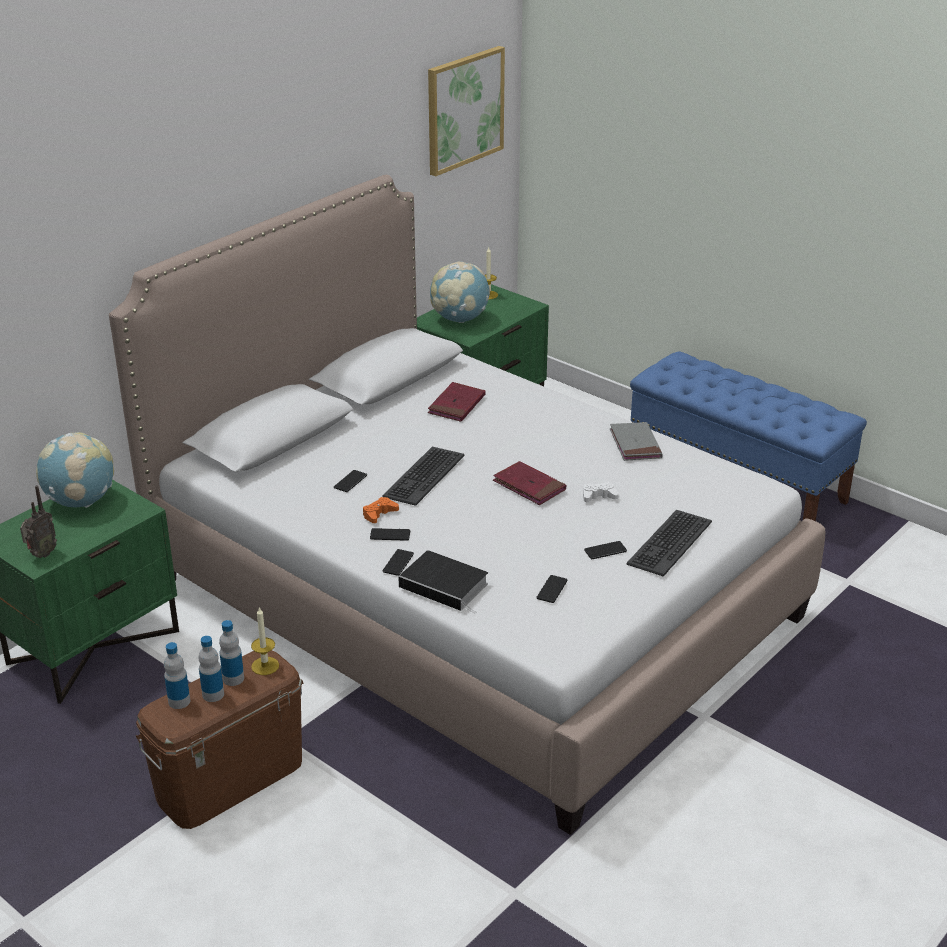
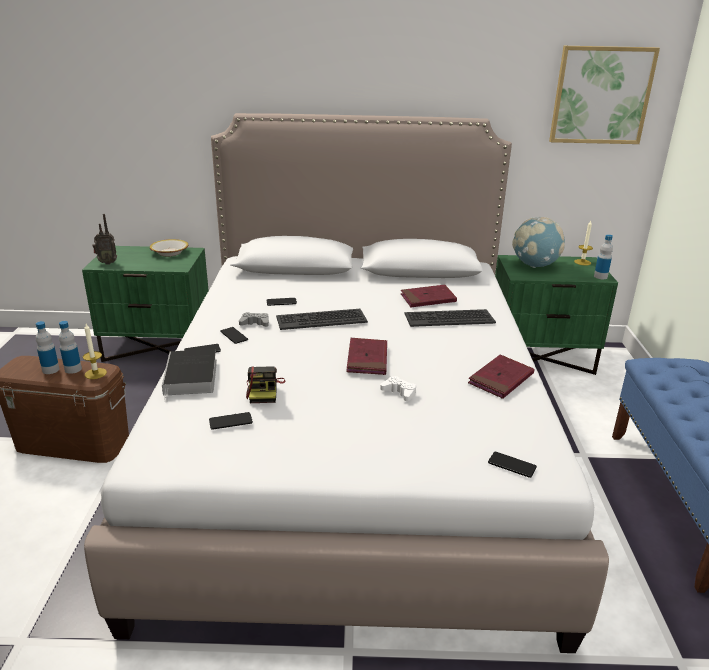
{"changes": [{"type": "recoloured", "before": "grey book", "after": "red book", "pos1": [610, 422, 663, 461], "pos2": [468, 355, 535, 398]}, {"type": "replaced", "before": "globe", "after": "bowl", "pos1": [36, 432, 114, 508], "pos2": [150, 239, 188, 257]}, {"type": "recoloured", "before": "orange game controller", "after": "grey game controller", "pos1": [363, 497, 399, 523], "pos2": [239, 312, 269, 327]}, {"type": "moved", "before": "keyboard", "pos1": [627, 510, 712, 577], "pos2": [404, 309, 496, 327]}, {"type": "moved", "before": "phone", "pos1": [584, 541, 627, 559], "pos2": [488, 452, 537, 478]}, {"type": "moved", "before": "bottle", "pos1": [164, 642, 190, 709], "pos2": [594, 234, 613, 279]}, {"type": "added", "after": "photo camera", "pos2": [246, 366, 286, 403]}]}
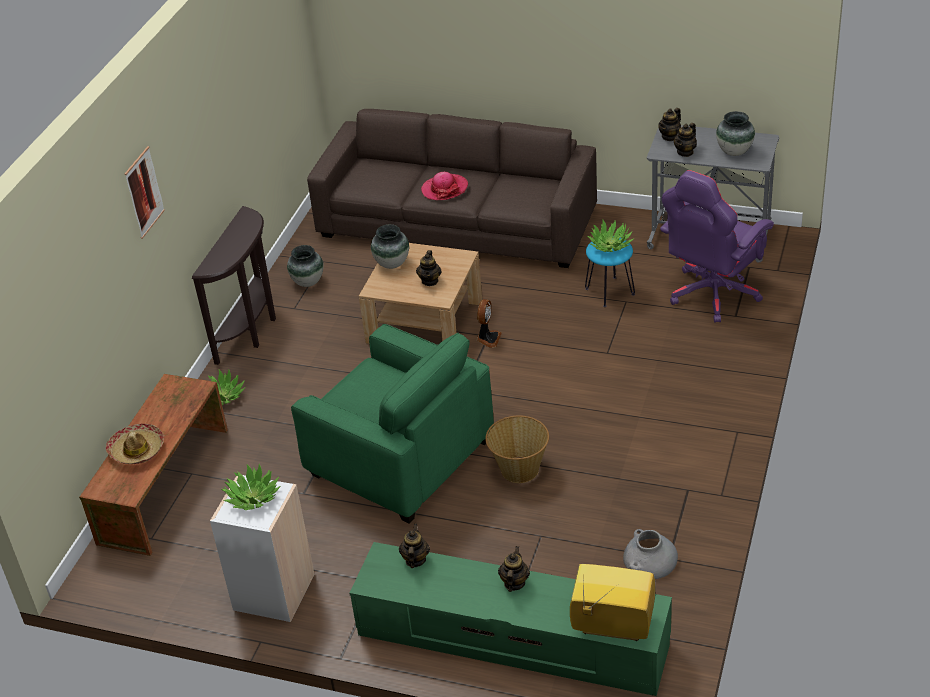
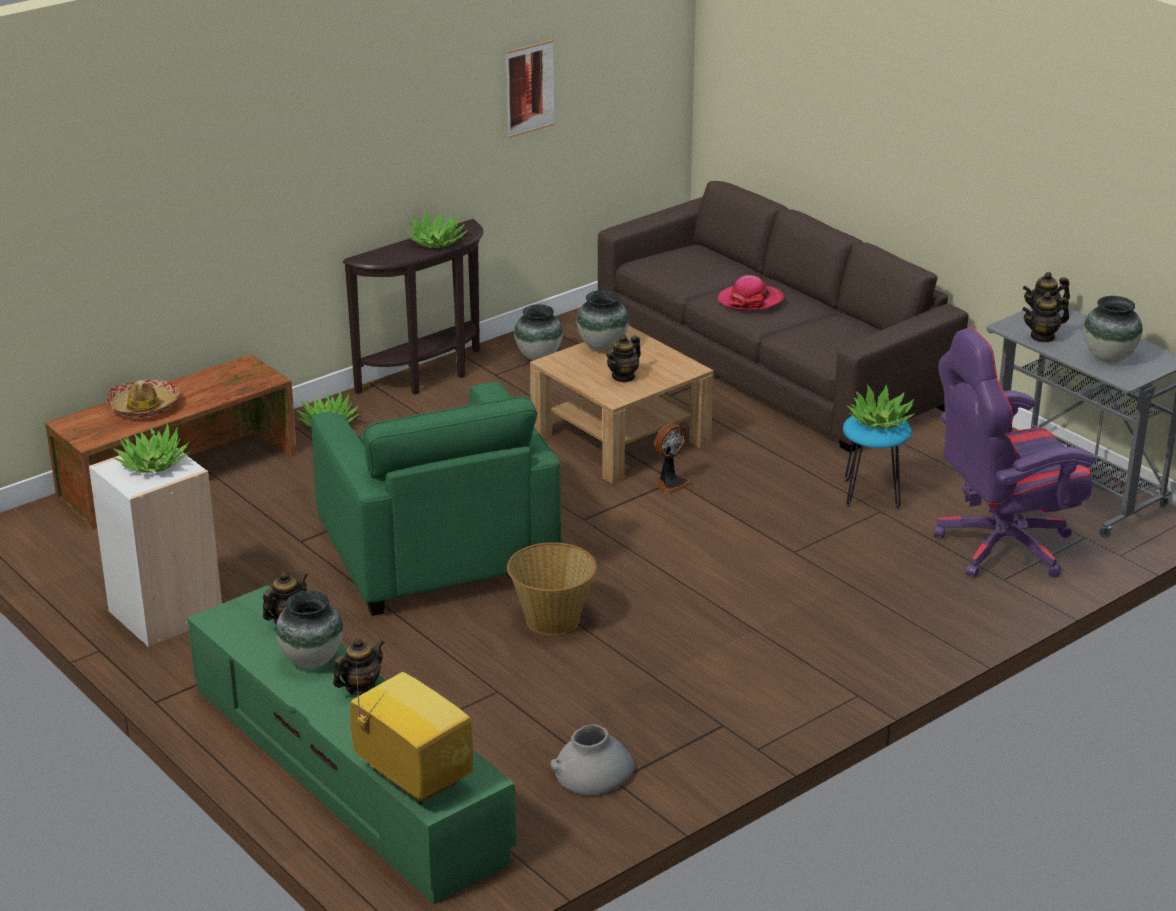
{"changes": [{"type": "moved", "before": "picture", "pos1": [125, 146, 165, 239], "pos2": [506, 40, 554, 138]}, {"type": "added", "after": "potted plant", "pos2": [405, 210, 468, 248]}, {"type": "added", "after": "vase", "pos2": [276, 590, 343, 668]}]}
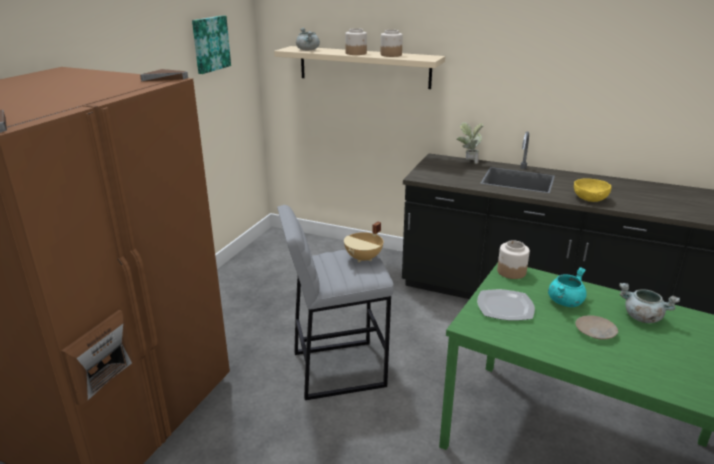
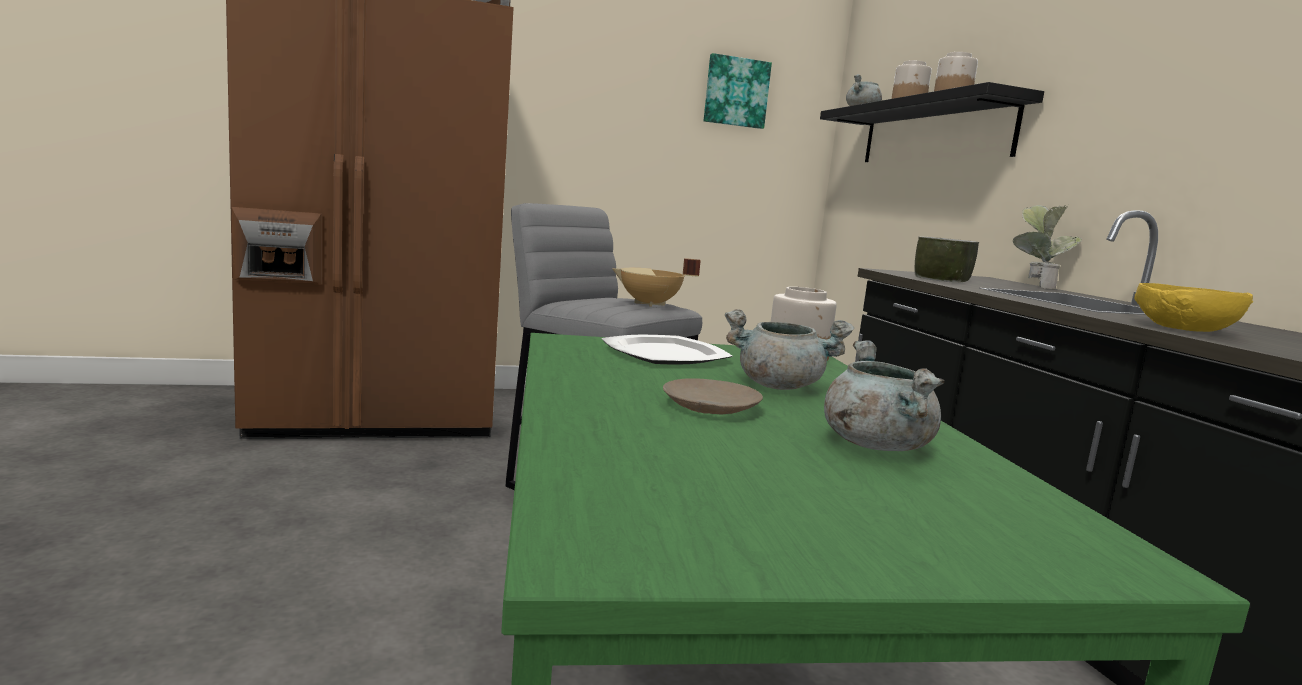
{"changes": [{"type": "recoloured", "before": "beige shelf", "after": "black shelf", "pos1": [274, 46, 445, 89], "pos2": [820, 82, 1044, 162]}, {"type": "recoloured", "before": "turquoise cooking pot", "after": "grey cooking pot", "pos1": [548, 267, 586, 307], "pos2": [725, 309, 854, 390]}, {"type": "added", "after": "bowl", "pos2": [915, 236, 979, 283]}]}
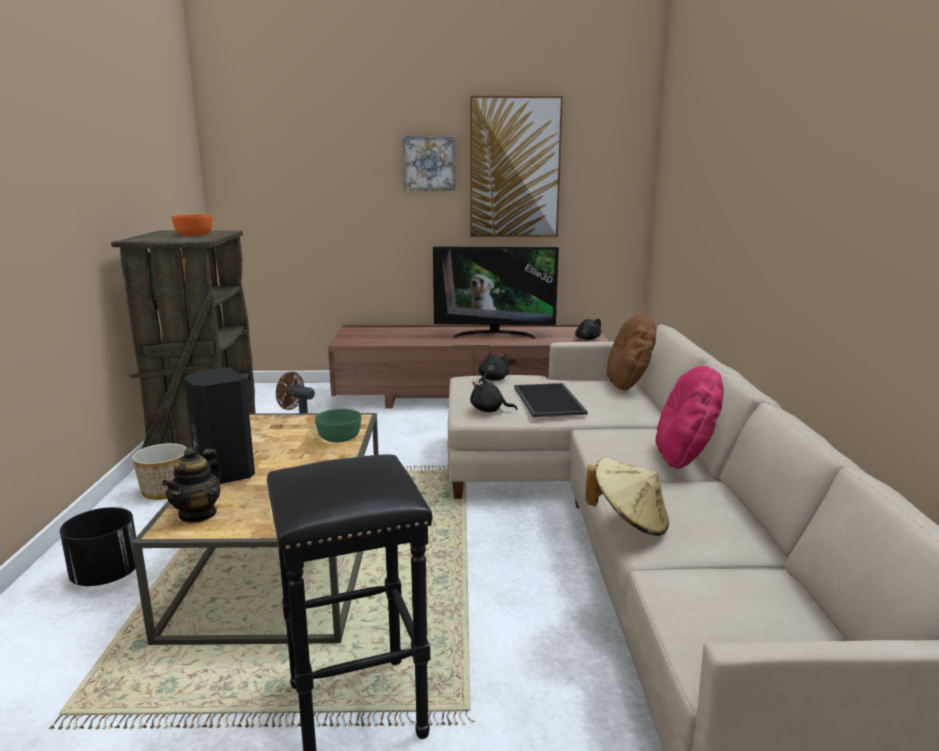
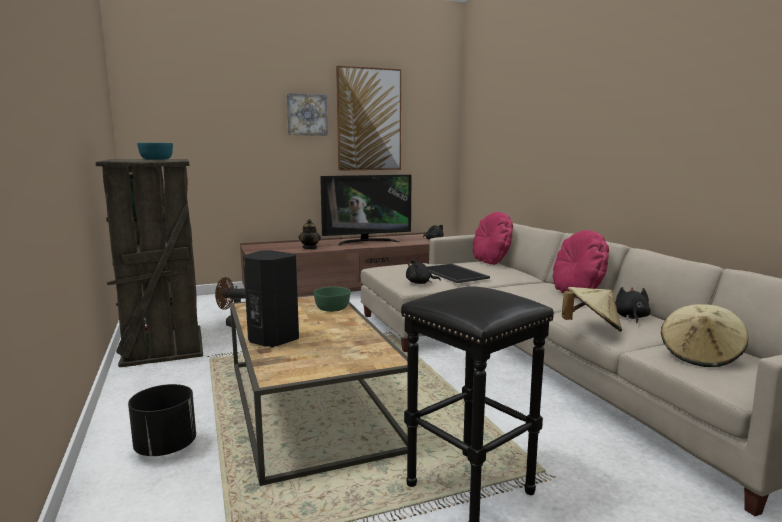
{"changes": [{"type": "recoloured", "before": "orange bowl", "after": "turquoise bowl", "pos1": [171, 214, 212, 236], "pos2": [137, 143, 173, 160]}, {"type": "recoloured", "before": "brown pillow", "after": "pink pillow", "pos1": [606, 314, 656, 391], "pos2": [473, 212, 513, 265]}, {"type": "moved", "before": "black plush toy", "pos1": [478, 351, 509, 384], "pos2": [615, 287, 651, 323]}, {"type": "removed", "before": "planter", "pos1": [132, 443, 187, 500]}, {"type": "moved", "before": "teapot", "pos1": [162, 447, 222, 523], "pos2": [299, 219, 321, 249]}, {"type": "added", "after": "beige hat", "pos2": [661, 304, 748, 367]}]}
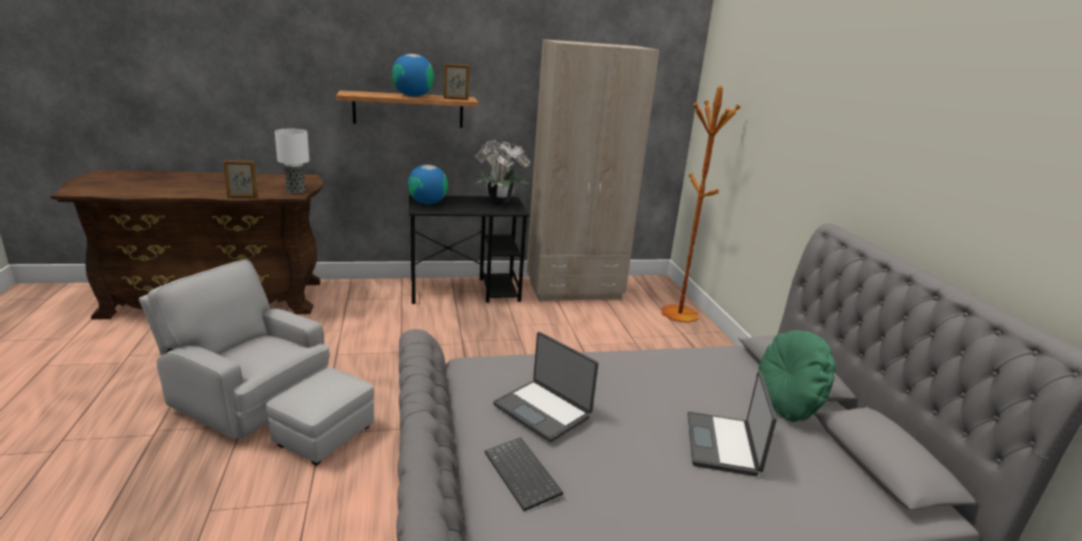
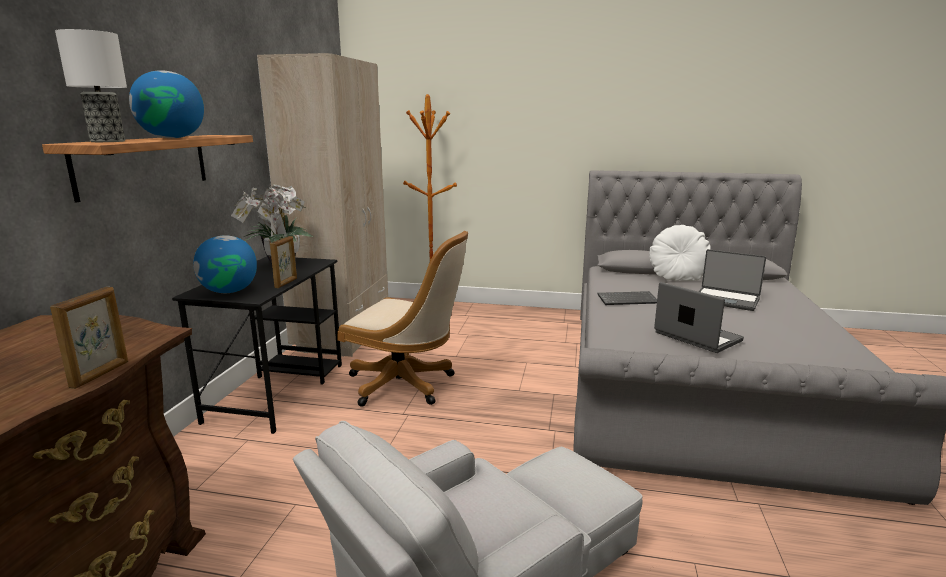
{"changes": [{"type": "moved", "before": "picture frame", "pos1": [444, 63, 470, 100], "pos2": [270, 236, 297, 288]}, {"type": "moved", "before": "table lamp", "pos1": [275, 129, 309, 193], "pos2": [55, 29, 127, 142]}, {"type": "recoloured", "before": "green pillow", "after": "white pillow", "pos1": [756, 330, 836, 422], "pos2": [649, 225, 711, 281]}, {"type": "turned", "before": "laptop", "pos1": [493, 332, 599, 442], "pos2": [654, 282, 744, 353], "turn": -105}, {"type": "moved", "before": "keyboard", "pos1": [485, 437, 563, 511], "pos2": [597, 291, 657, 305]}, {"type": "added", "after": "office chair", "pos2": [337, 231, 468, 407]}]}
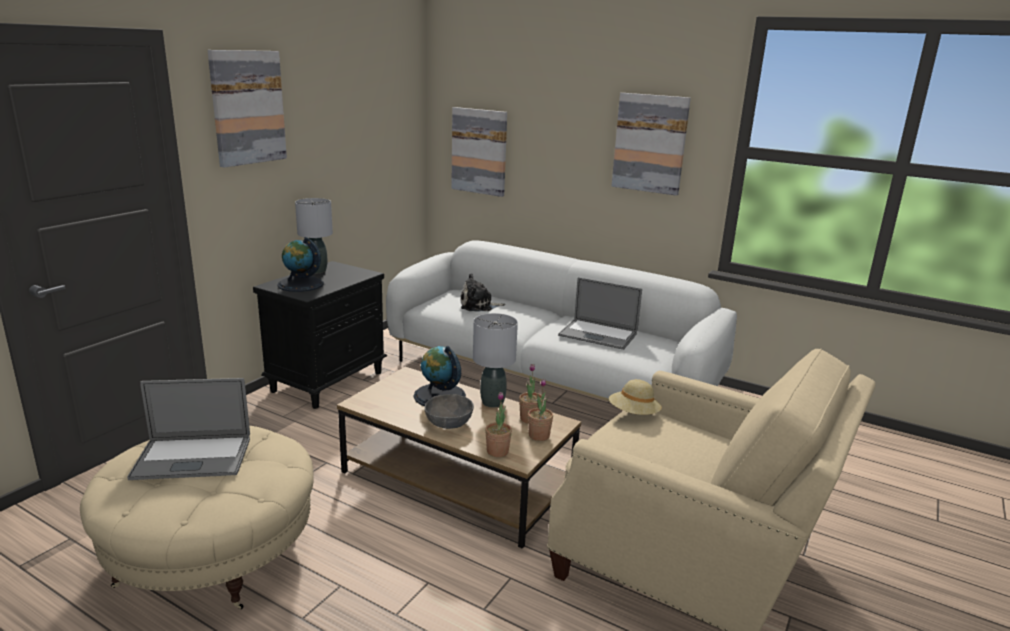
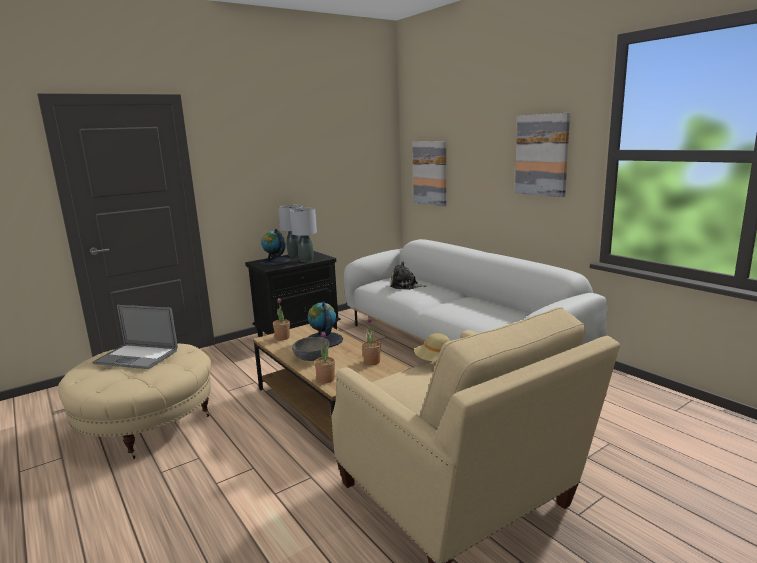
{"changes": [{"type": "removed", "before": "picture", "pos1": [208, 50, 287, 168]}, {"type": "removed", "before": "laptop", "pos1": [558, 277, 642, 350]}, {"type": "moved", "before": "grey table lamp", "pos1": [473, 313, 518, 408], "pos2": [290, 208, 317, 262]}, {"type": "moved", "before": "potted plant", "pos1": [528, 379, 553, 441], "pos2": [273, 298, 290, 340]}]}
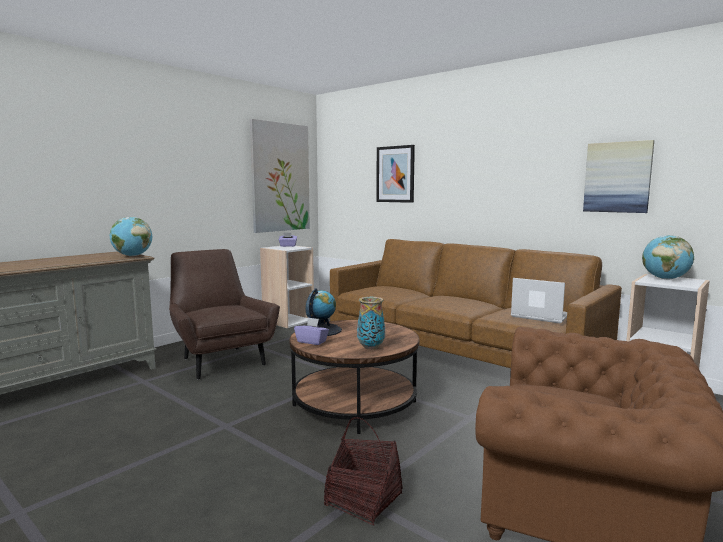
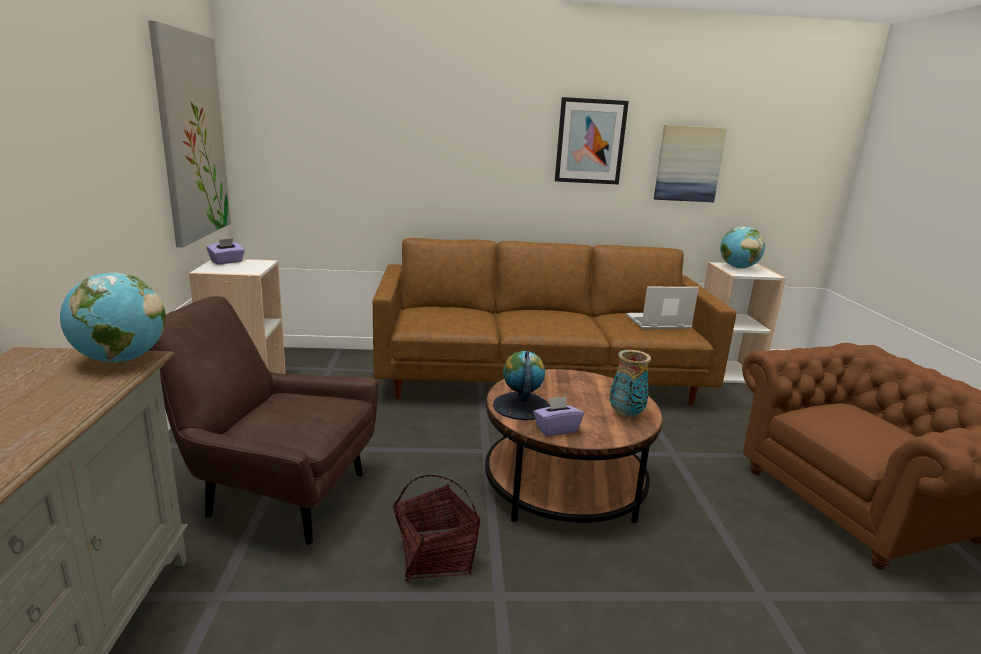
{"changes": [{"type": "moved", "before": "picture", "pos1": [376, 145, 415, 203], "pos2": [555, 97, 629, 184]}, {"type": "moved", "before": "basket", "pos1": [324, 417, 402, 526], "pos2": [393, 475, 480, 582]}]}
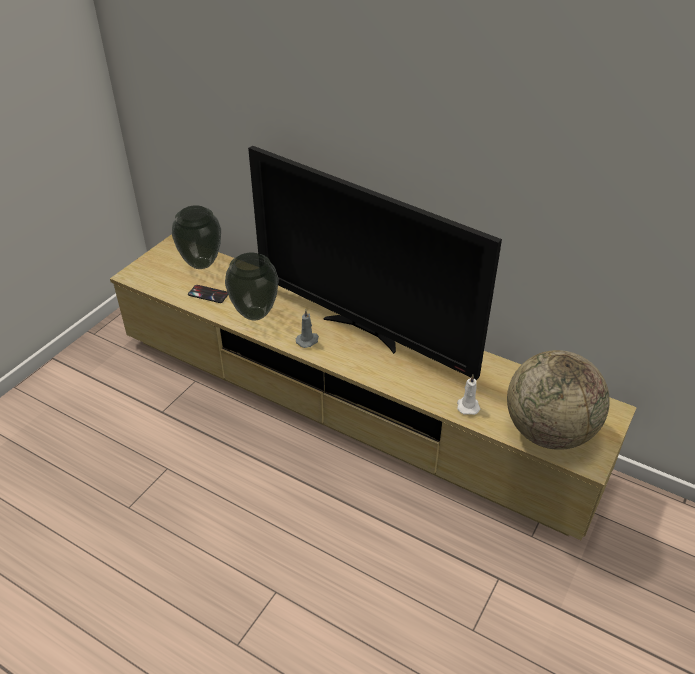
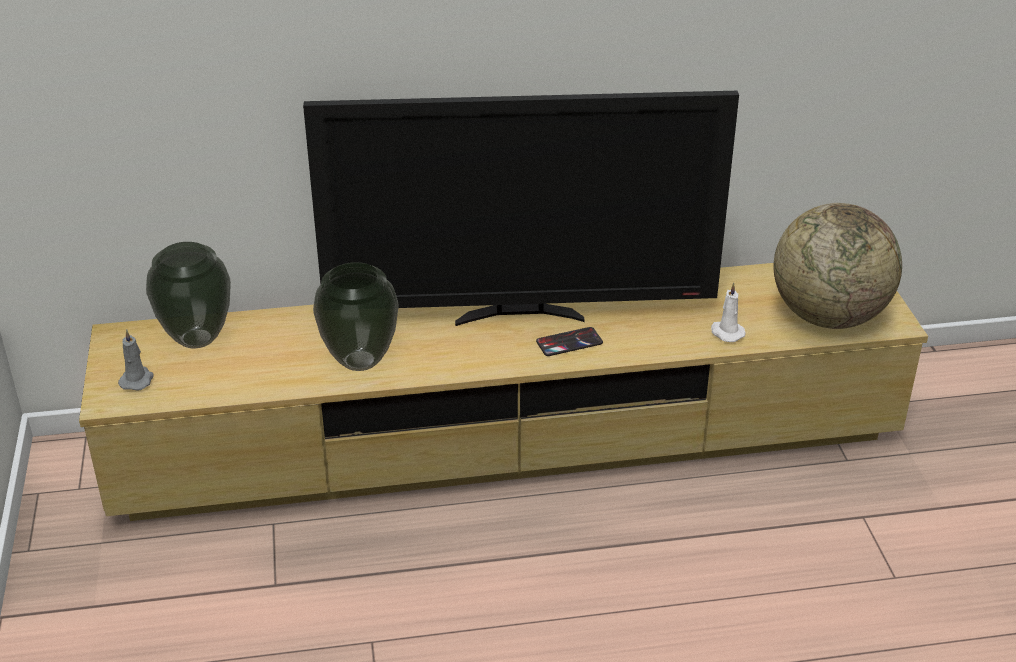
{"changes": [{"type": "moved", "before": "phone", "pos1": [188, 285, 228, 303], "pos2": [536, 327, 603, 356]}, {"type": "moved", "before": "grey candle", "pos1": [296, 310, 319, 348], "pos2": [118, 329, 154, 391]}]}
